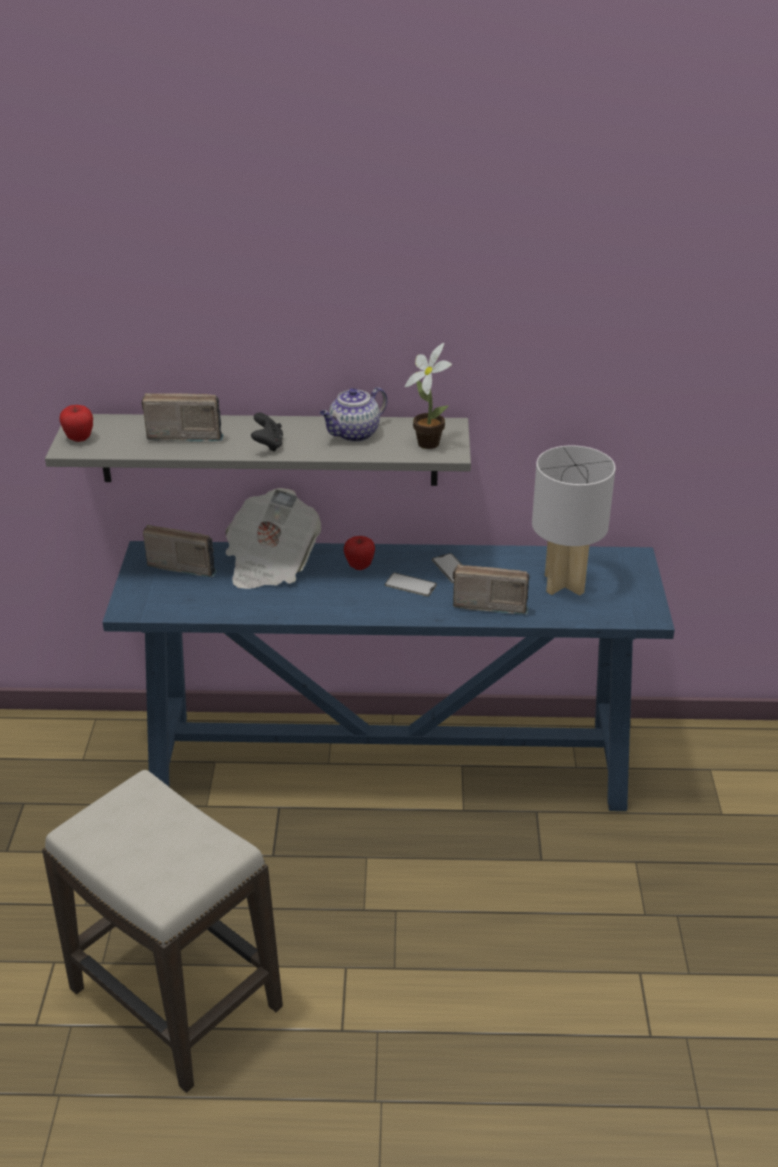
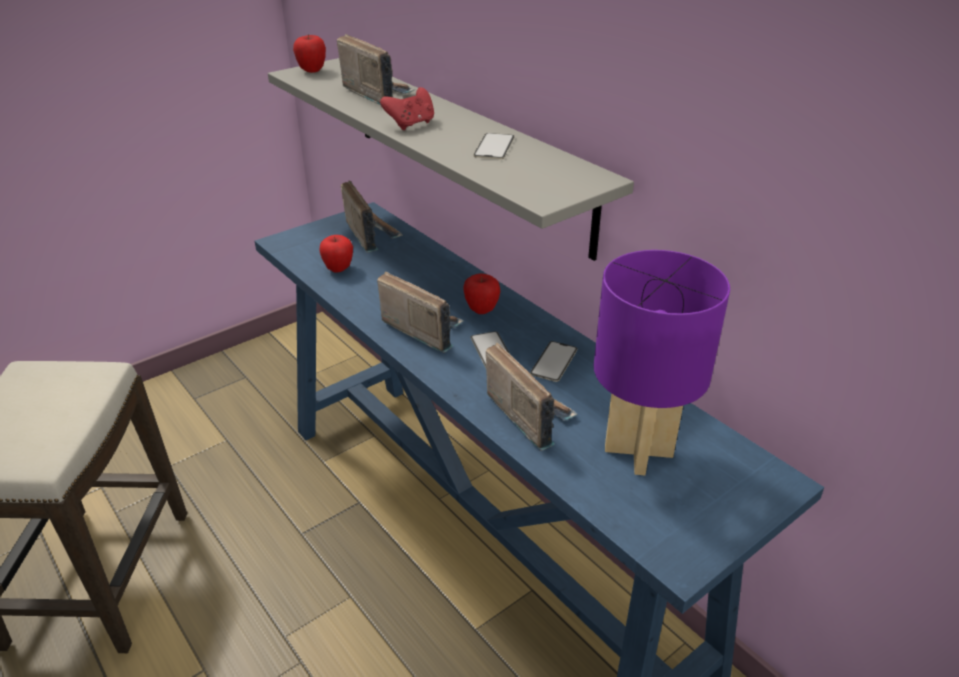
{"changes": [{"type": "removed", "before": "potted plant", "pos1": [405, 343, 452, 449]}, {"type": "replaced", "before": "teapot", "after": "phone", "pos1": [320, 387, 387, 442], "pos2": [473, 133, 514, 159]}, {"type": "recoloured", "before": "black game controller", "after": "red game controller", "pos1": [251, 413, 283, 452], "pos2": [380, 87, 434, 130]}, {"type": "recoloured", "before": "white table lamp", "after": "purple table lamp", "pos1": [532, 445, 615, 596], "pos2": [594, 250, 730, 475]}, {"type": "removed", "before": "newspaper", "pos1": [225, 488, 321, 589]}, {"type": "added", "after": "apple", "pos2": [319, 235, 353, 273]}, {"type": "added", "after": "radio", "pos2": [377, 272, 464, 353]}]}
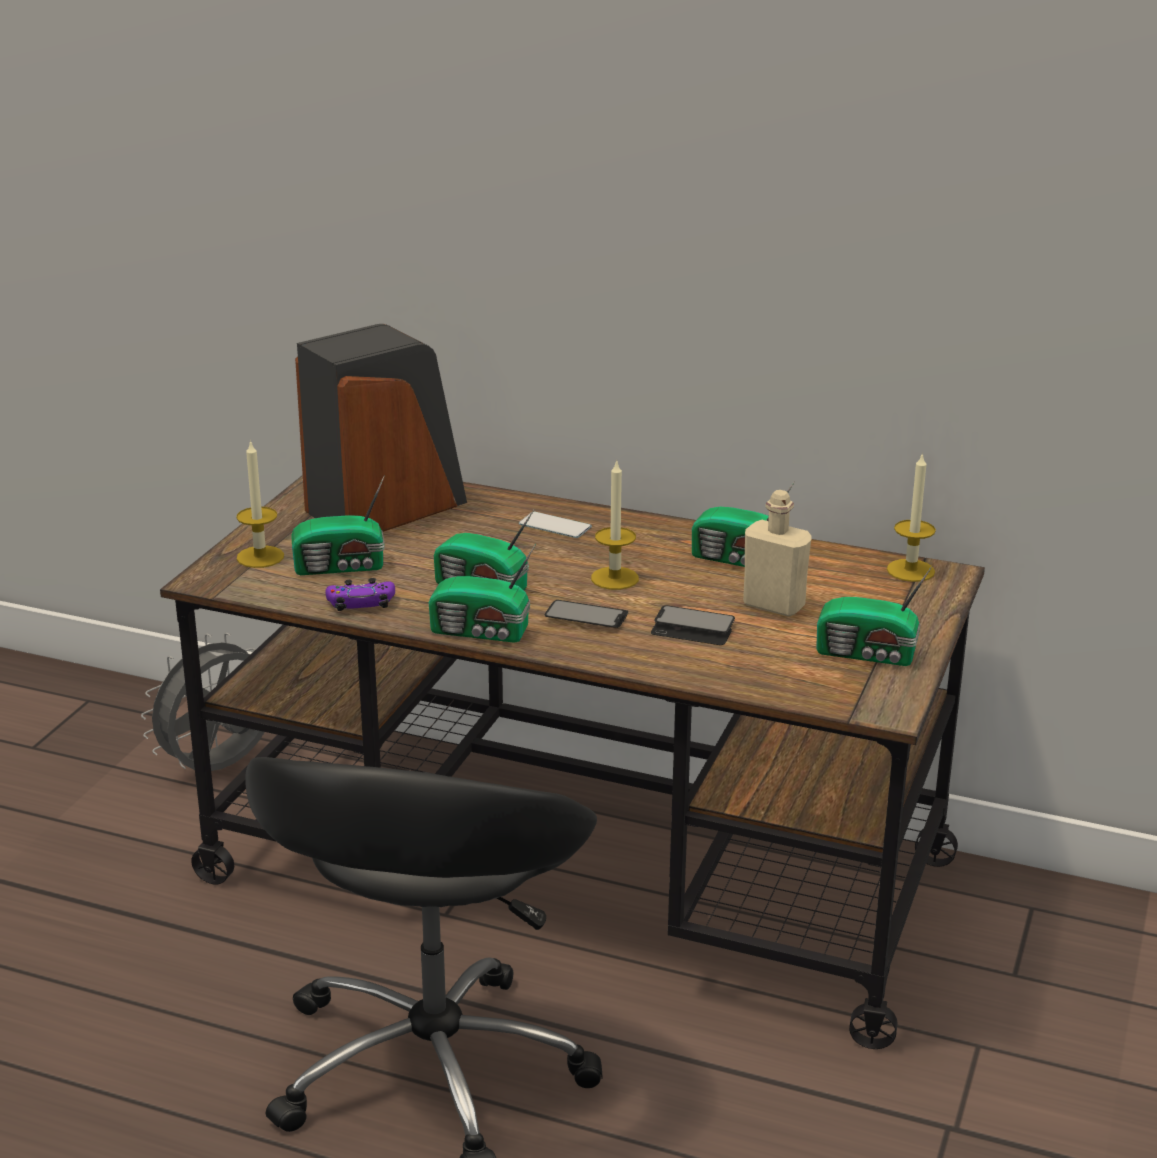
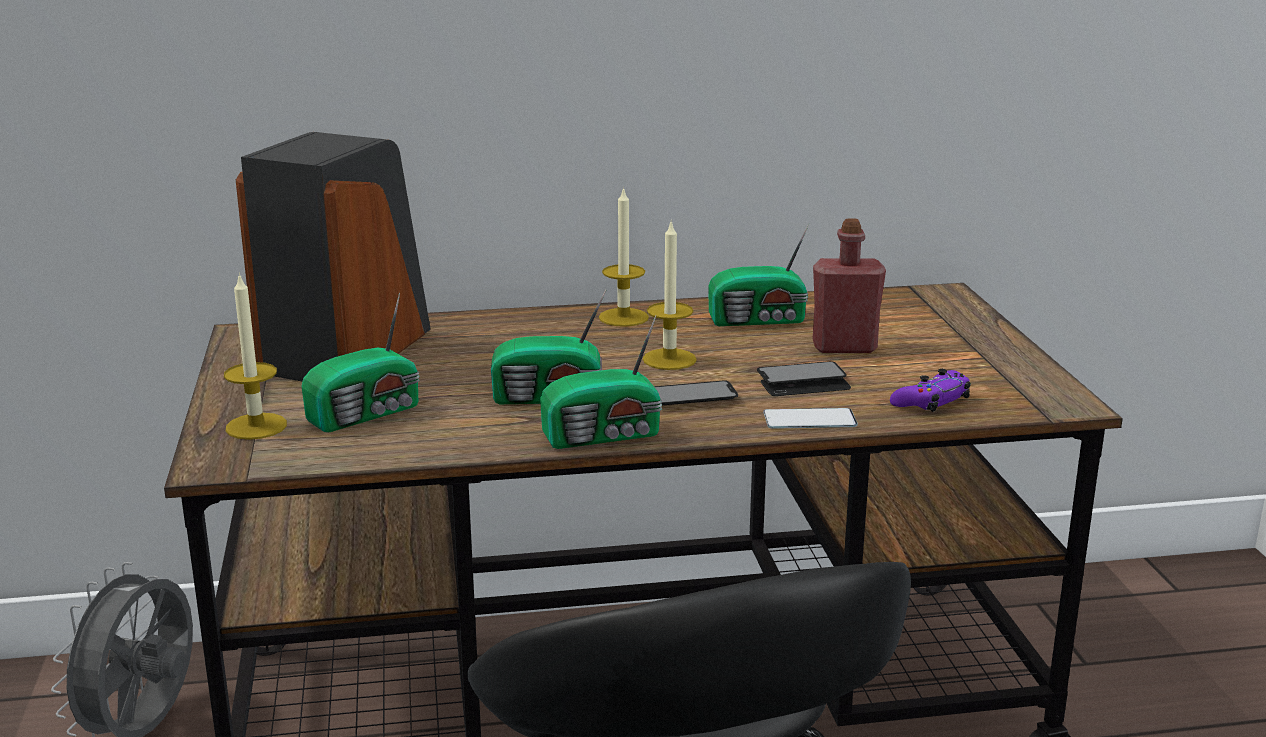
{"changes": [{"type": "moved", "before": "candle", "pos1": [887, 452, 936, 582], "pos2": [599, 187, 649, 327]}, {"type": "recoloured", "before": "beige bottle", "after": "red bottle", "pos1": [743, 490, 812, 617], "pos2": [813, 218, 886, 353]}, {"type": "moved", "before": "phone", "pos1": [519, 512, 592, 538], "pos2": [763, 408, 858, 429]}, {"type": "removed", "before": "radio", "pos1": [816, 566, 932, 666]}, {"type": "moved", "before": "purple game controller", "pos1": [325, 578, 395, 611], "pos2": [890, 369, 971, 412]}]}
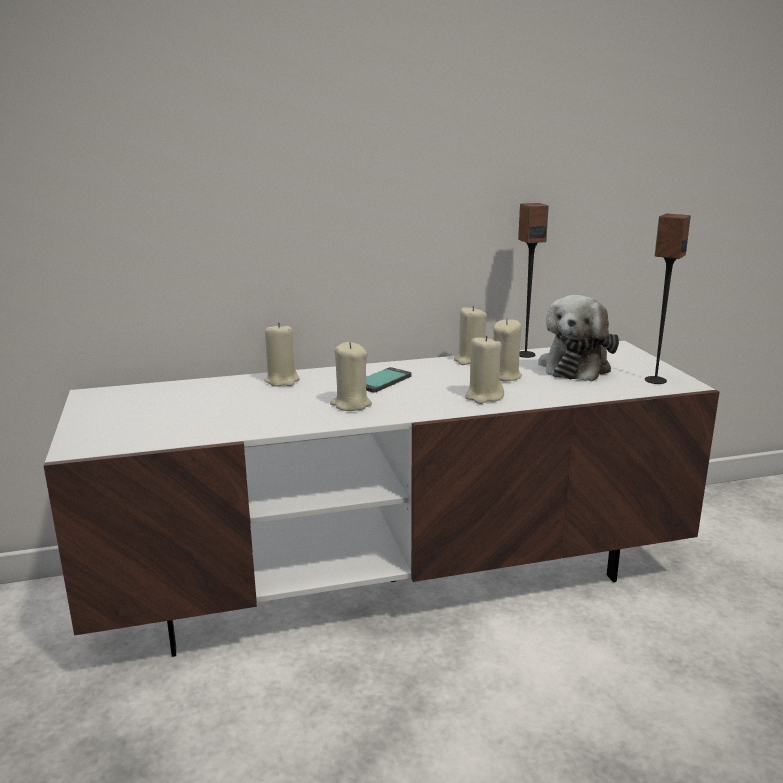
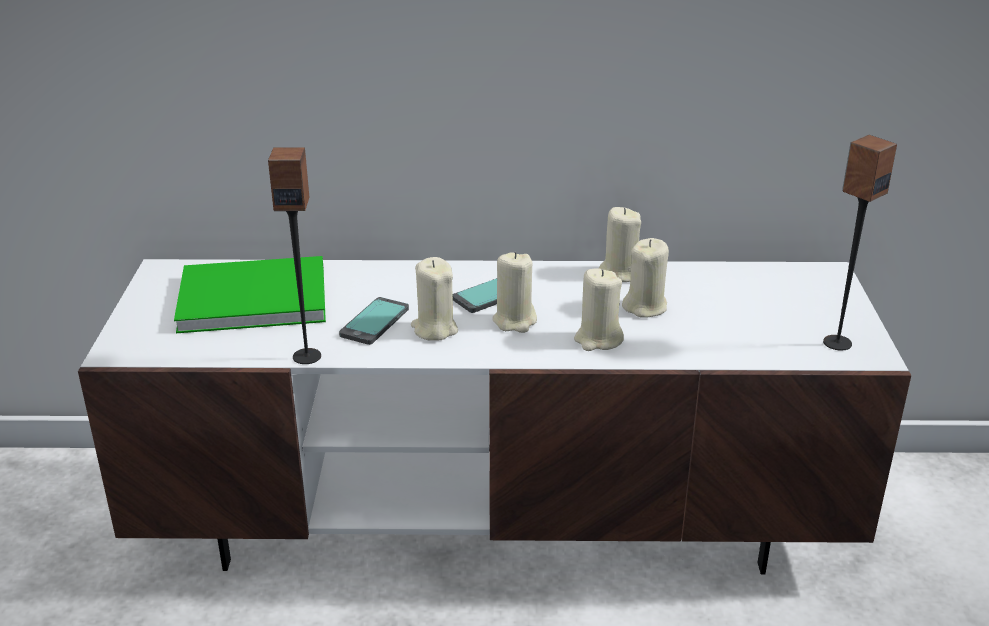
{"changes": [{"type": "moved", "before": "speaker", "pos1": [518, 203, 549, 358], "pos2": [268, 147, 321, 364]}, {"type": "removed", "before": "plush toy", "pos1": [538, 295, 619, 382]}, {"type": "moved", "before": "beige candle", "pos1": [265, 322, 299, 387], "pos2": [492, 252, 537, 333]}, {"type": "added", "after": "green book", "pos2": [174, 256, 326, 333]}, {"type": "added", "after": "phone", "pos2": [339, 297, 409, 345]}]}
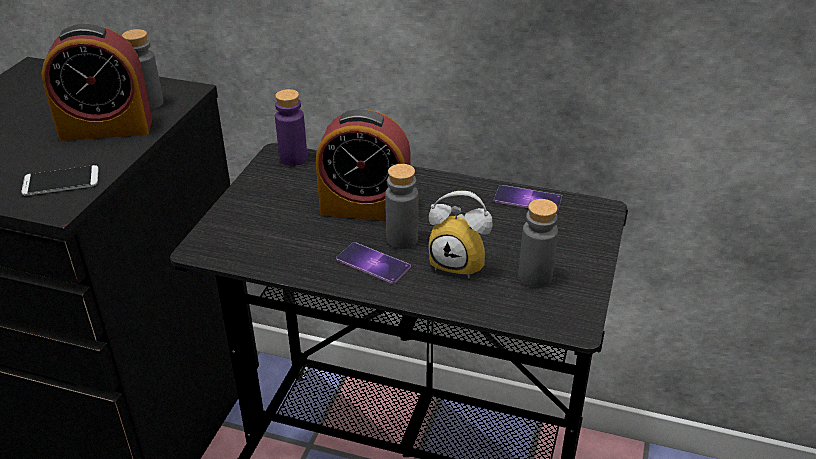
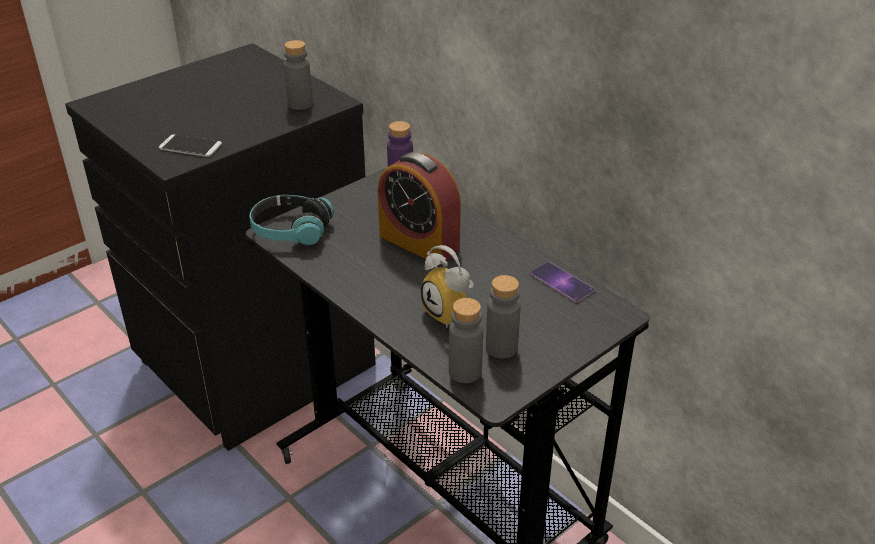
{"changes": [{"type": "removed", "before": "alarm clock", "pos1": [42, 24, 152, 141]}, {"type": "moved", "before": "grey bottle", "pos1": [385, 164, 418, 249], "pos2": [449, 298, 483, 383]}, {"type": "removed", "before": "phone", "pos1": [336, 242, 411, 284]}, {"type": "added", "after": "headphones", "pos2": [249, 195, 334, 245]}]}
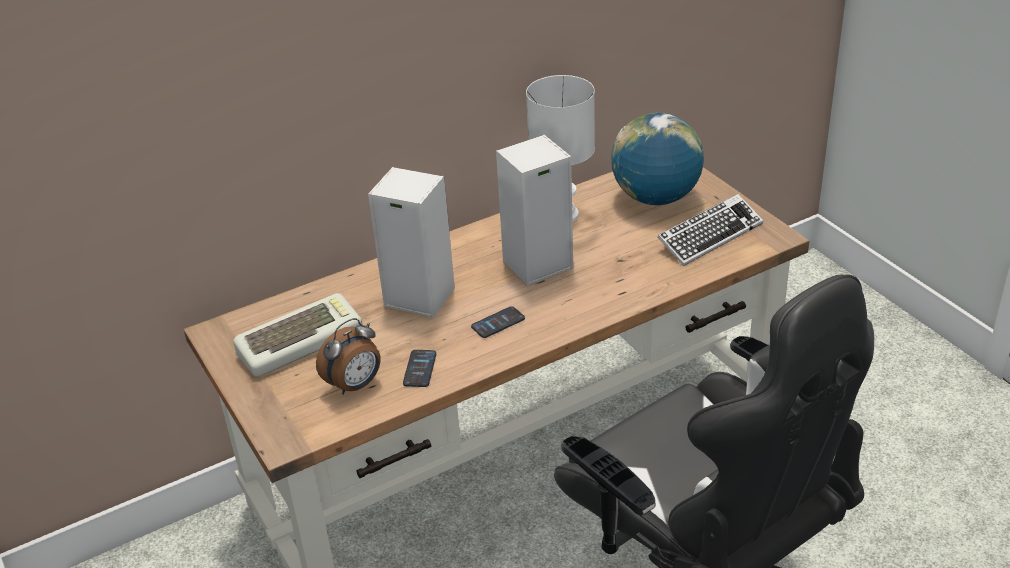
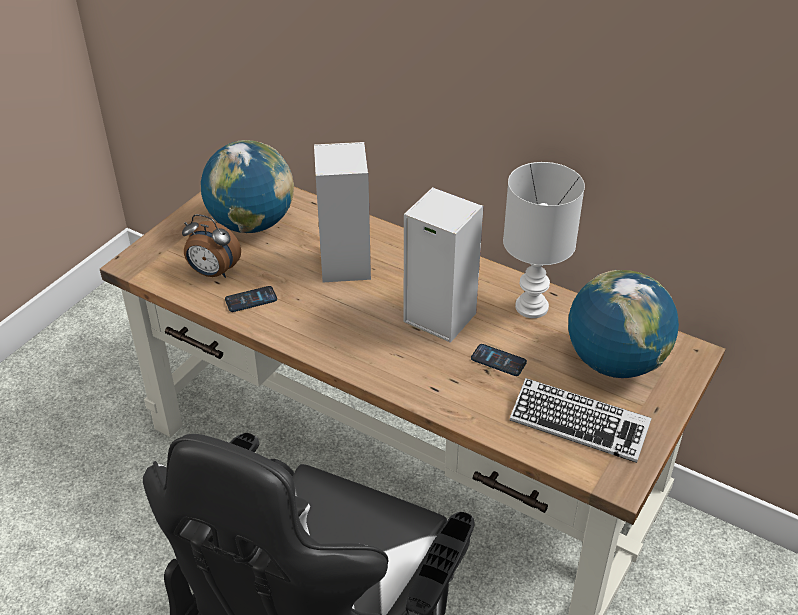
{"changes": [{"type": "replaced", "before": "keyboard", "after": "globe", "pos1": [233, 293, 363, 377], "pos2": [201, 140, 294, 233]}, {"type": "moved", "before": "phone", "pos1": [471, 306, 525, 338], "pos2": [471, 344, 527, 376]}]}
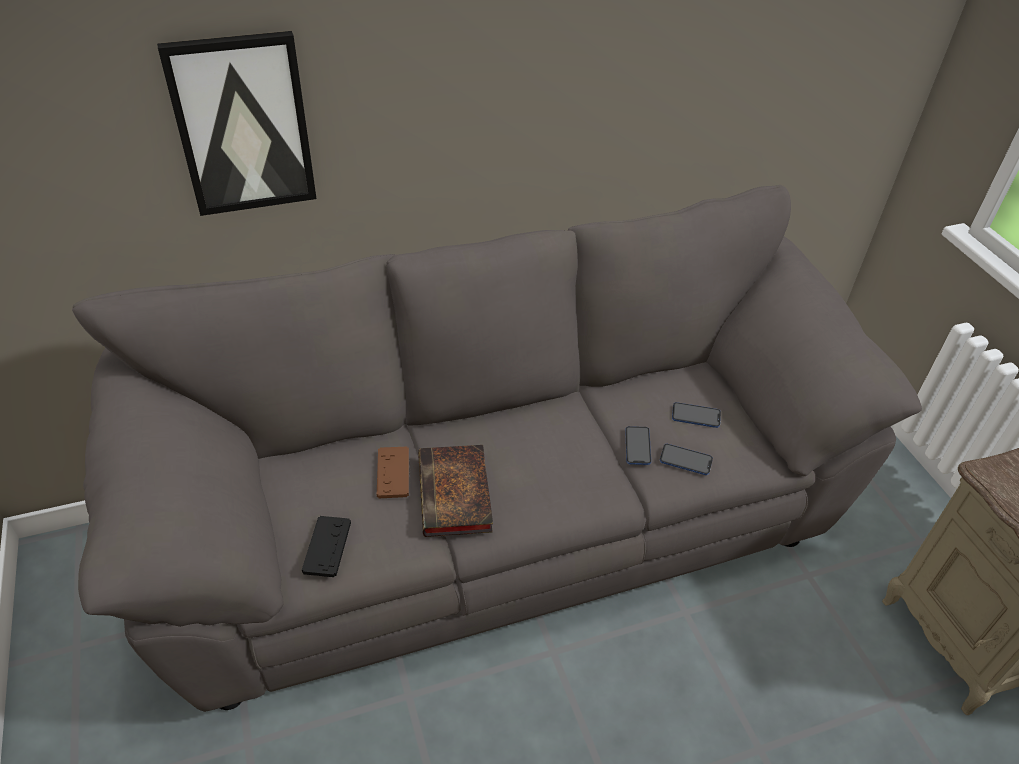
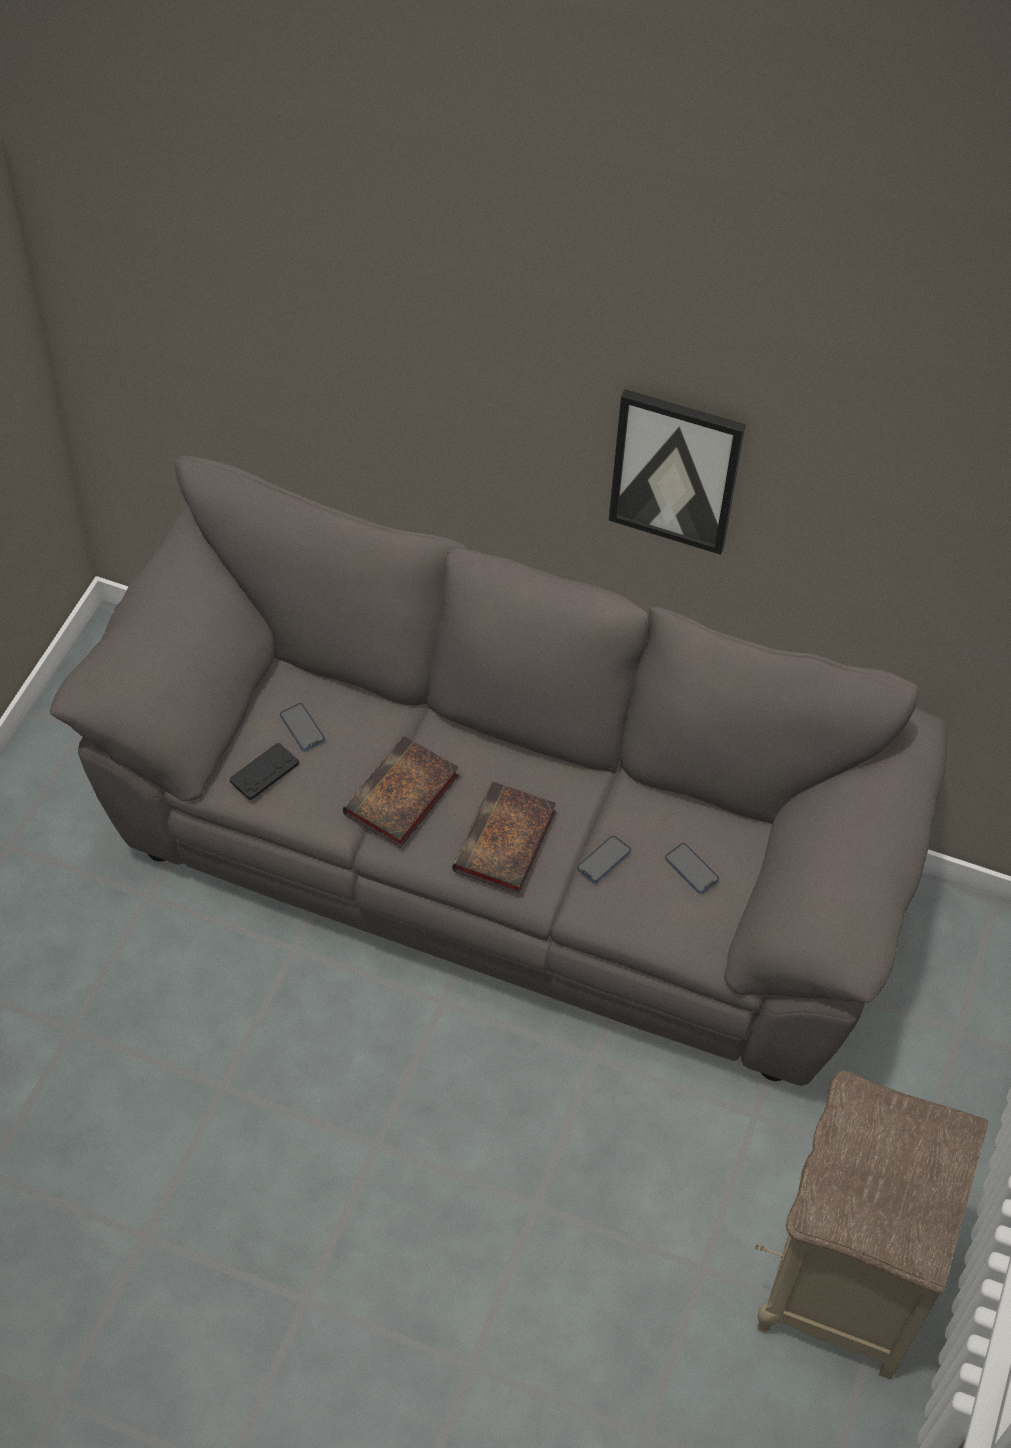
{"changes": [{"type": "moved", "before": "picture", "pos1": [157, 31, 317, 216], "pos2": [609, 389, 746, 555]}, {"type": "moved", "before": "phone", "pos1": [660, 444, 713, 475], "pos2": [280, 703, 325, 751]}, {"type": "removed", "before": "brown game controller", "pos1": [377, 447, 409, 498]}, {"type": "added", "after": "book", "pos2": [452, 782, 556, 895]}]}
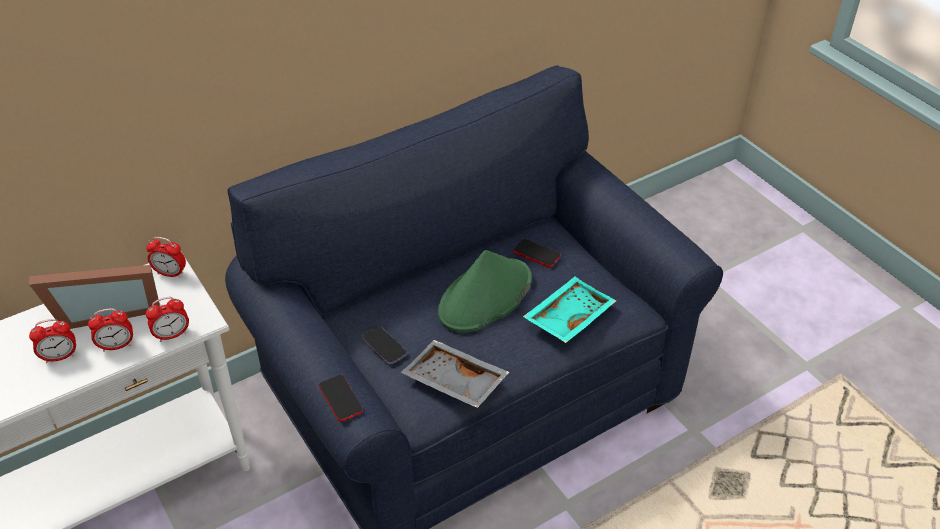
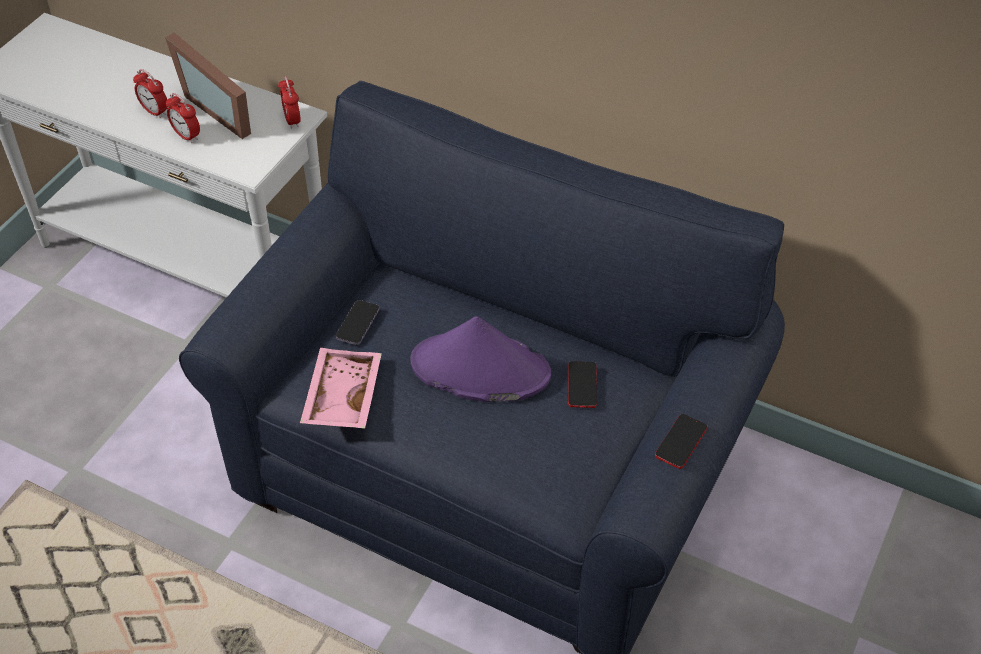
{"changes": [{"type": "recoloured", "before": "green hat", "after": "purple hat", "pos1": [438, 250, 532, 332], "pos2": [410, 316, 551, 402]}, {"type": "removed", "before": "turquoise tray", "pos1": [523, 277, 616, 343]}, {"type": "removed", "before": "alarm clock", "pos1": [146, 297, 189, 342]}, {"type": "recoloured", "before": "grey tray", "after": "pink tray", "pos1": [401, 340, 509, 408], "pos2": [300, 348, 382, 429]}, {"type": "moved", "before": "phone", "pos1": [319, 375, 363, 422], "pos2": [655, 414, 707, 469]}]}
